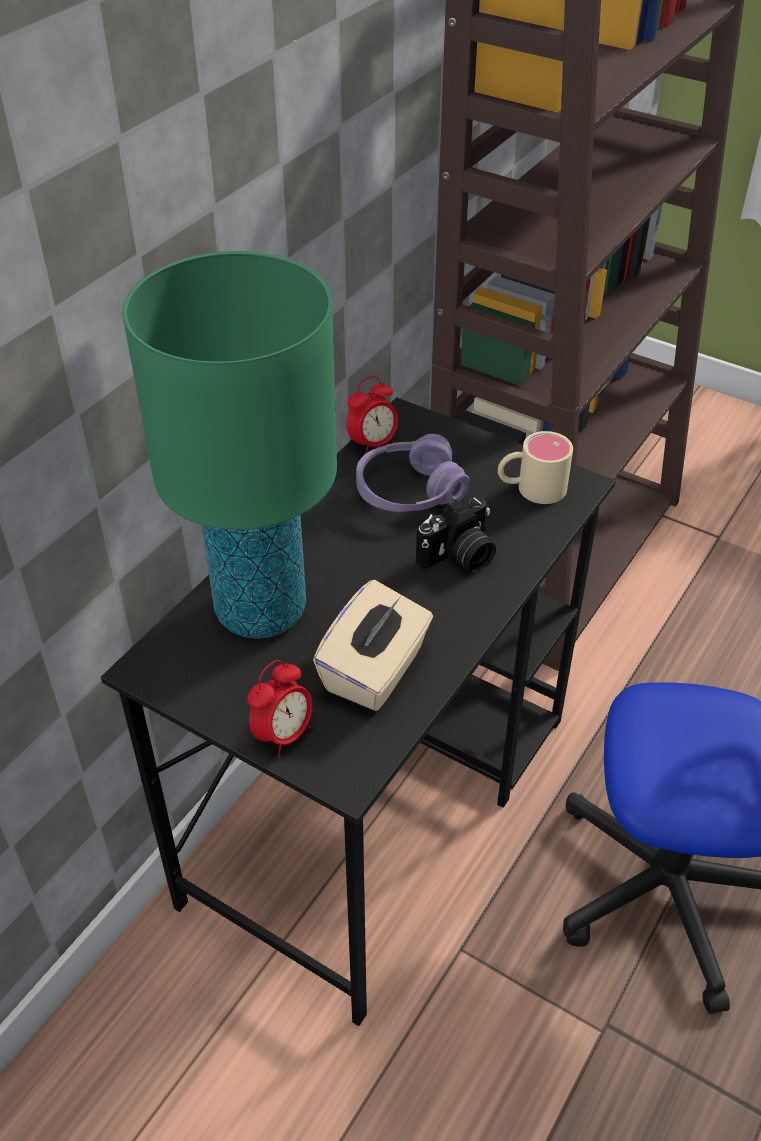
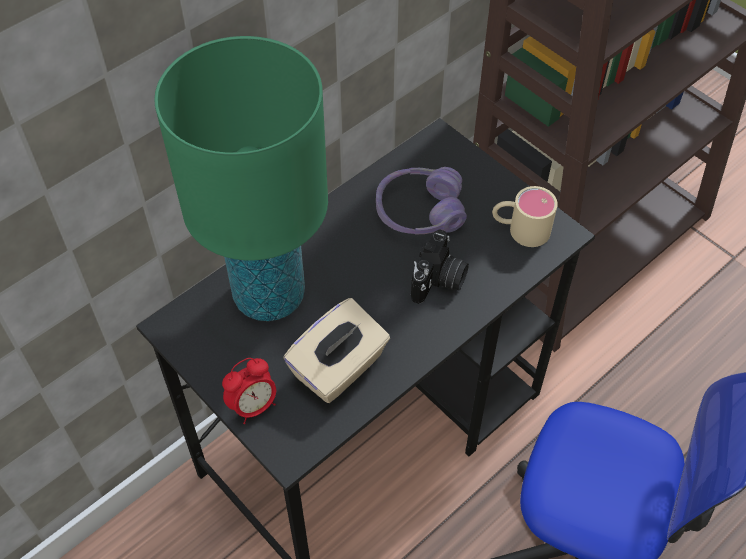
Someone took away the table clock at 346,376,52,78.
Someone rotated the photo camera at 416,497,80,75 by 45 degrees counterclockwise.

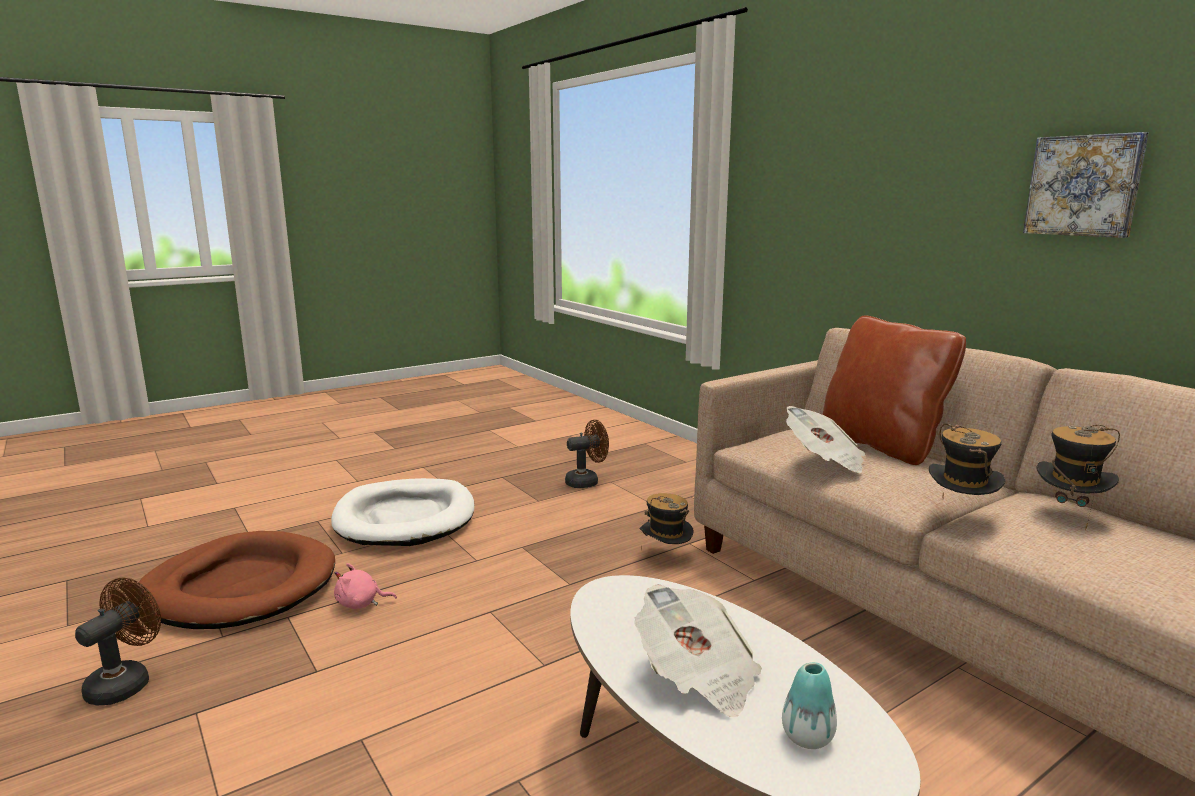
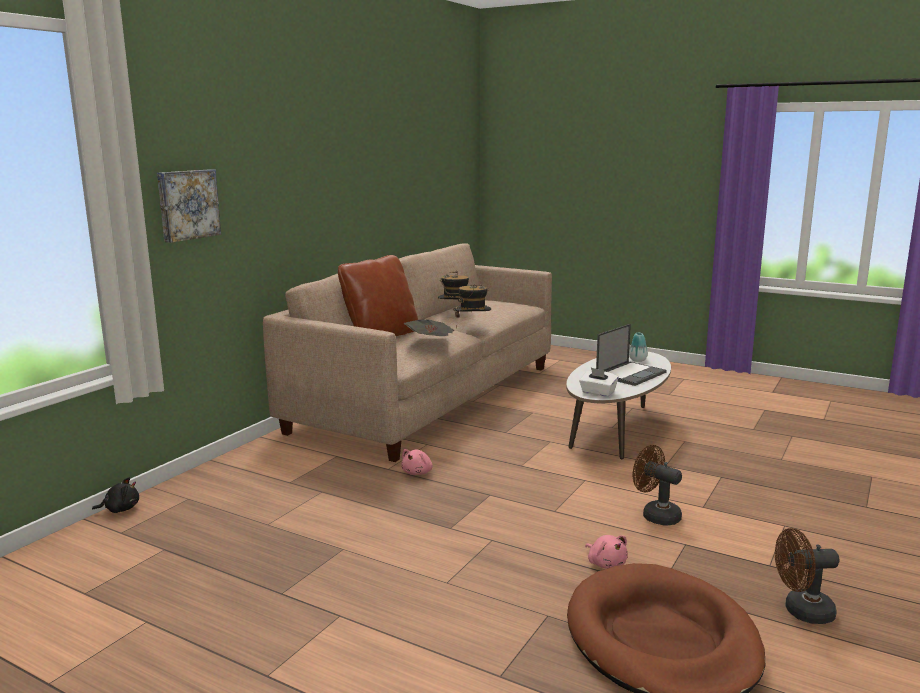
Someone took away the dog bed (white-coloured) at 331,478,143,68.
Someone carried the fan (brown-coloured) from 565,420,44,68 to 633,445,49,80.
Someone swapped the daily paper at 635,584,127,133 for the laptop at 596,324,70,62.
Someone swapped the clothing hat at 639,493,55,57 for the cuddly toy (pinkish) at 401,449,32,26.
Someone carried the wall picture from 1023,132,126,106 to 157,169,64,74.
Someone put down the cuddly toy (black) at 92,477,47,36.
Someone put down the tissue box (white-coloured) at 579,368,39,29.

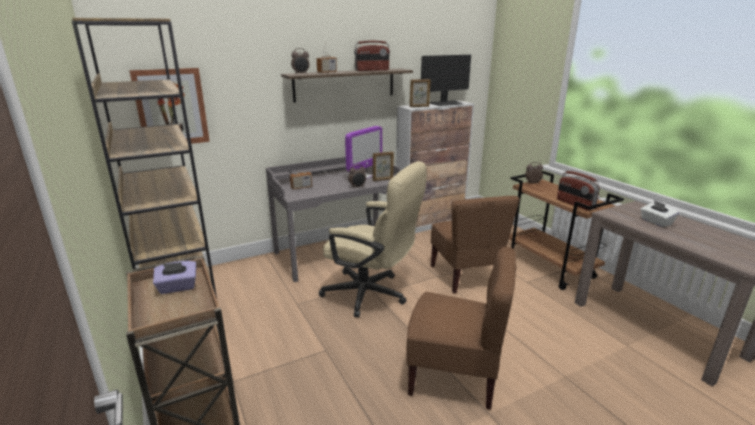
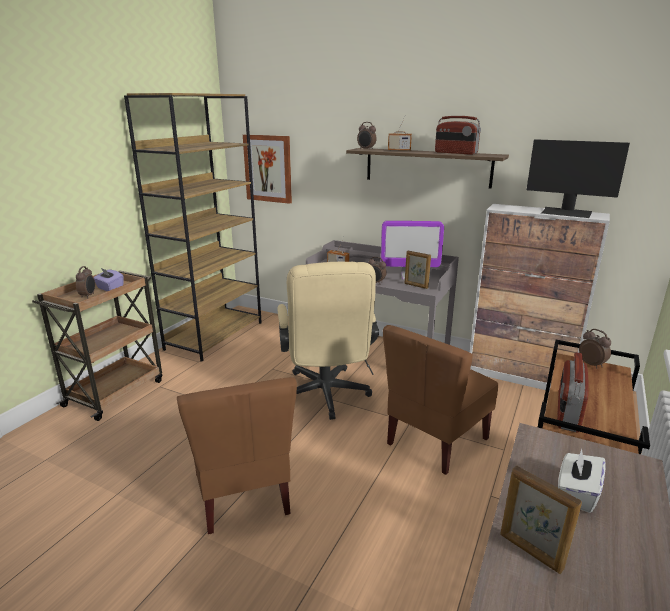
Someone carried the photo frame from 410,79,21,28 to 500,466,82,108.
Someone put down the table clock at 76,266,19,33.

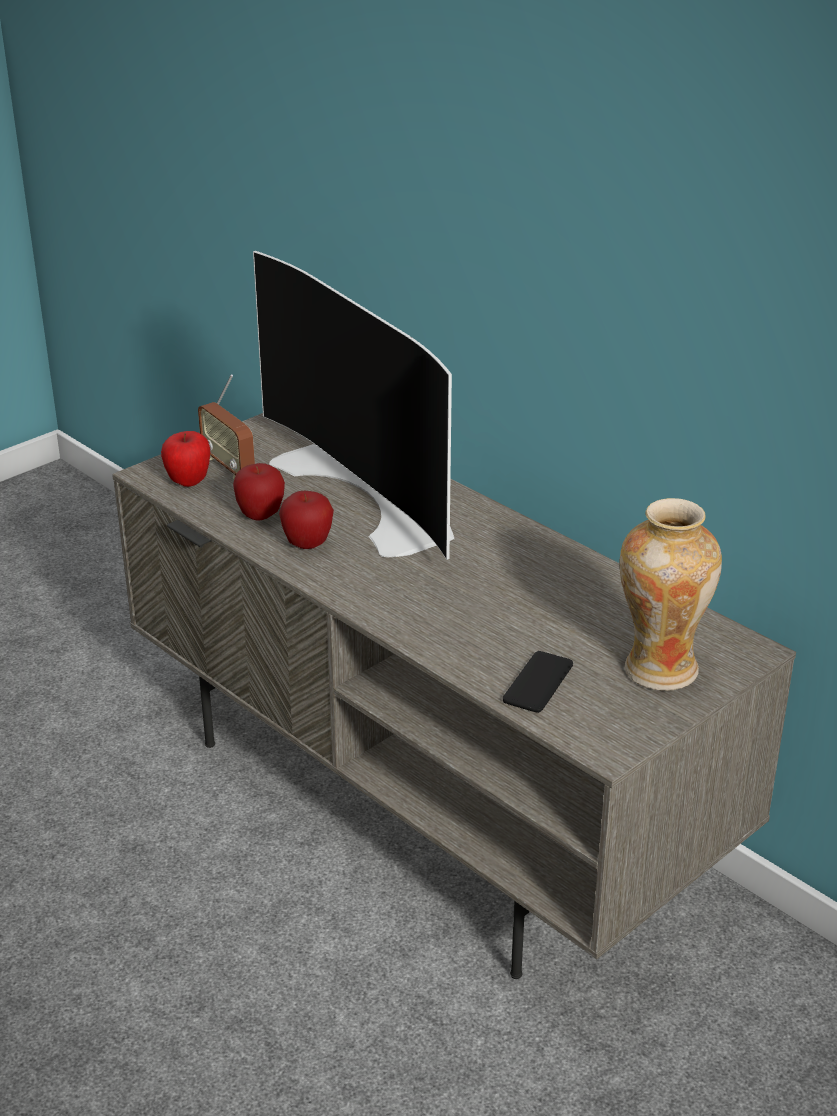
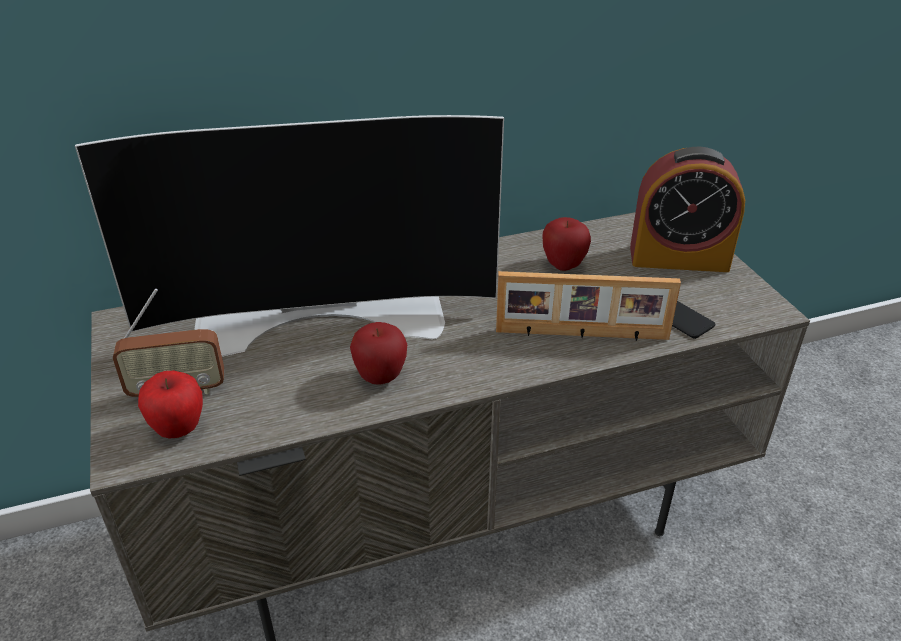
Someone carried the whole apple from 233,463,52,57 to 542,217,49,54.
Someone swapped the decorative vase at 620,498,102,193 for the table clock at 630,146,115,126.
Someone put down the photo frame at 496,271,185,70.

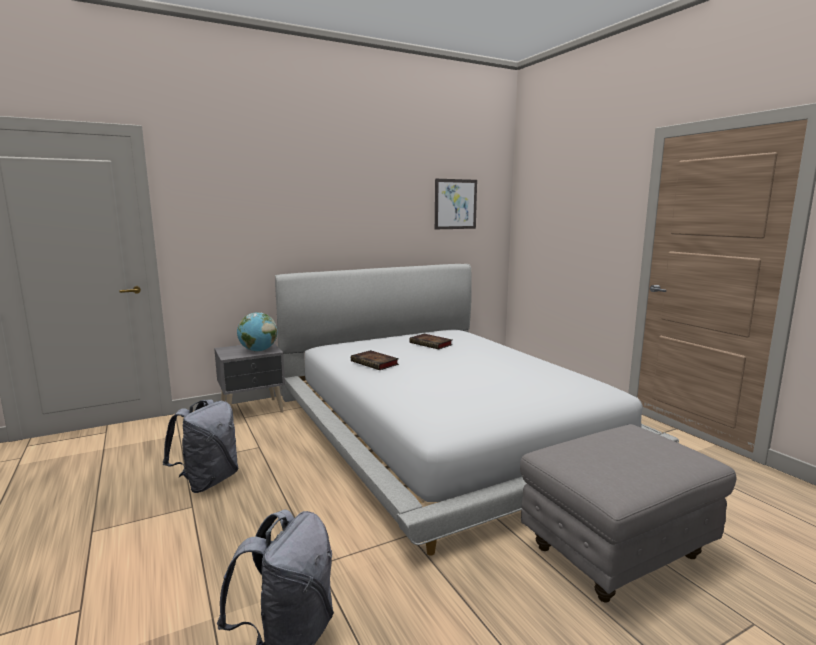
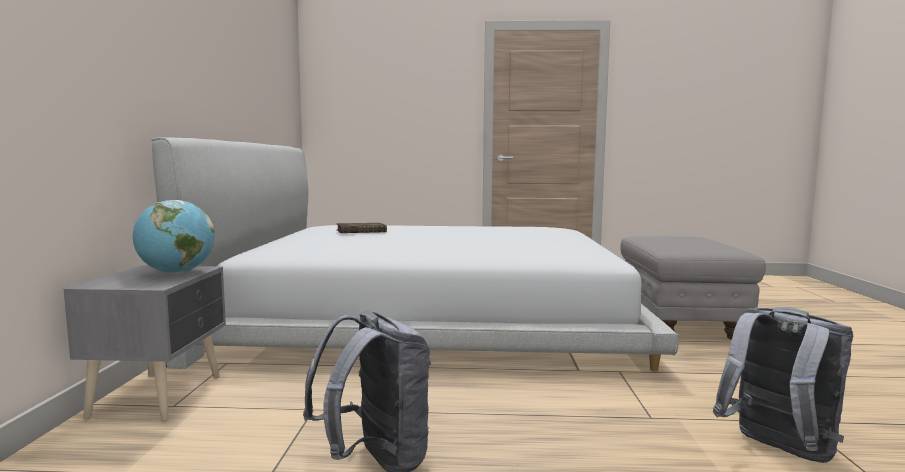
Someone took away the bound book at 351,350,48,20.
Someone took away the wall picture at 435,179,42,50.

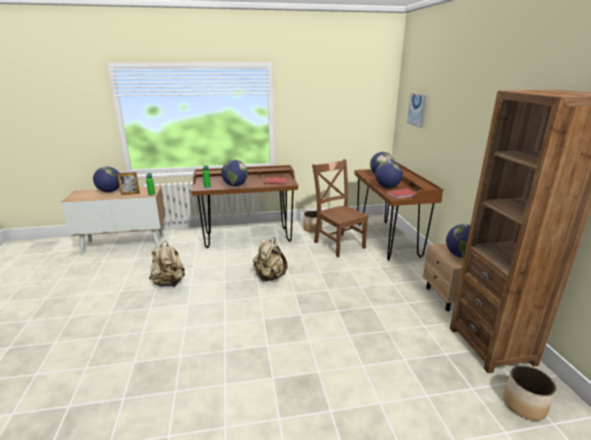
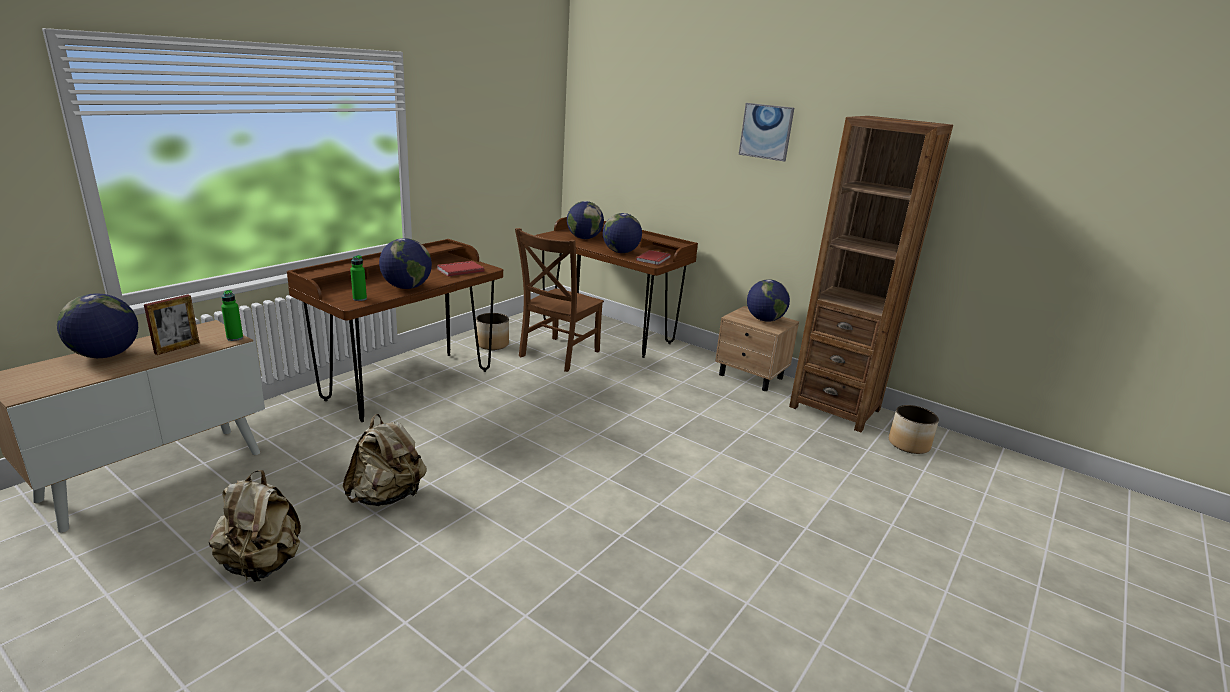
Someone carried the backpack (sand-coloured) from 253,238,34,44 to 209,470,92,112.
Someone rotated the upright chair (brown-coloured) at 312,159,57,98 by 75 degrees counterclockwise.
Someone carried the wall picture from 407,93,20,35 to 739,103,55,58.

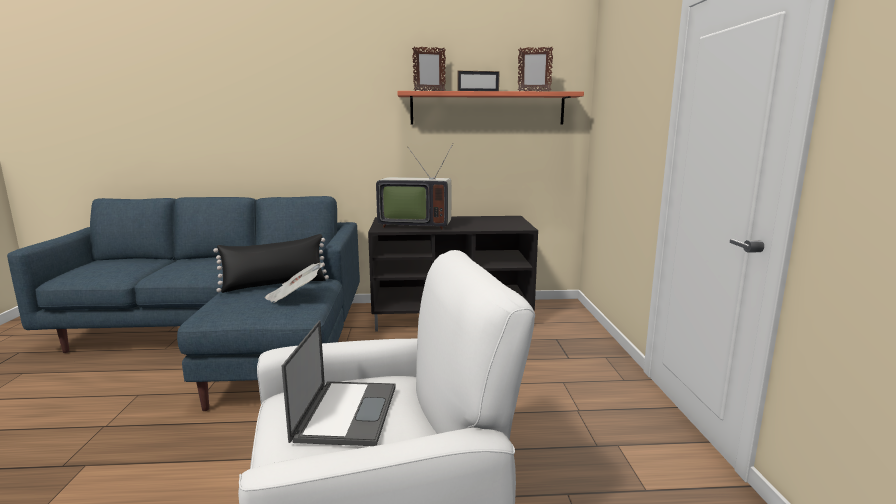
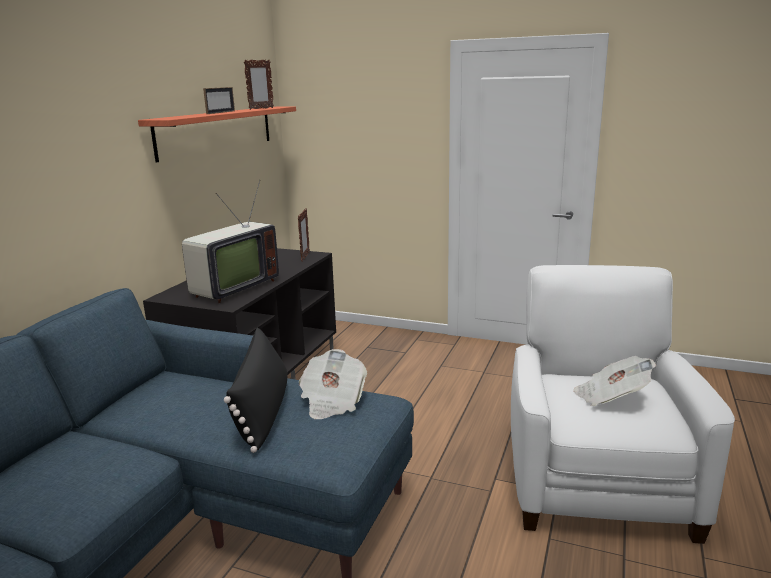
Someone swapped the laptop at 282,321,114,125 for the daily paper at 573,356,83,50.
Someone carried the photo frame from 412,47,34,44 to 298,208,12,54.

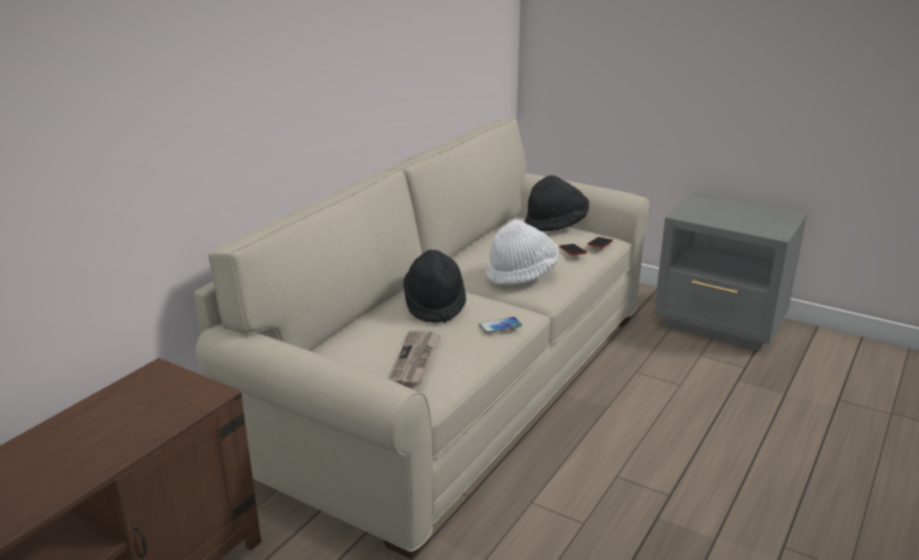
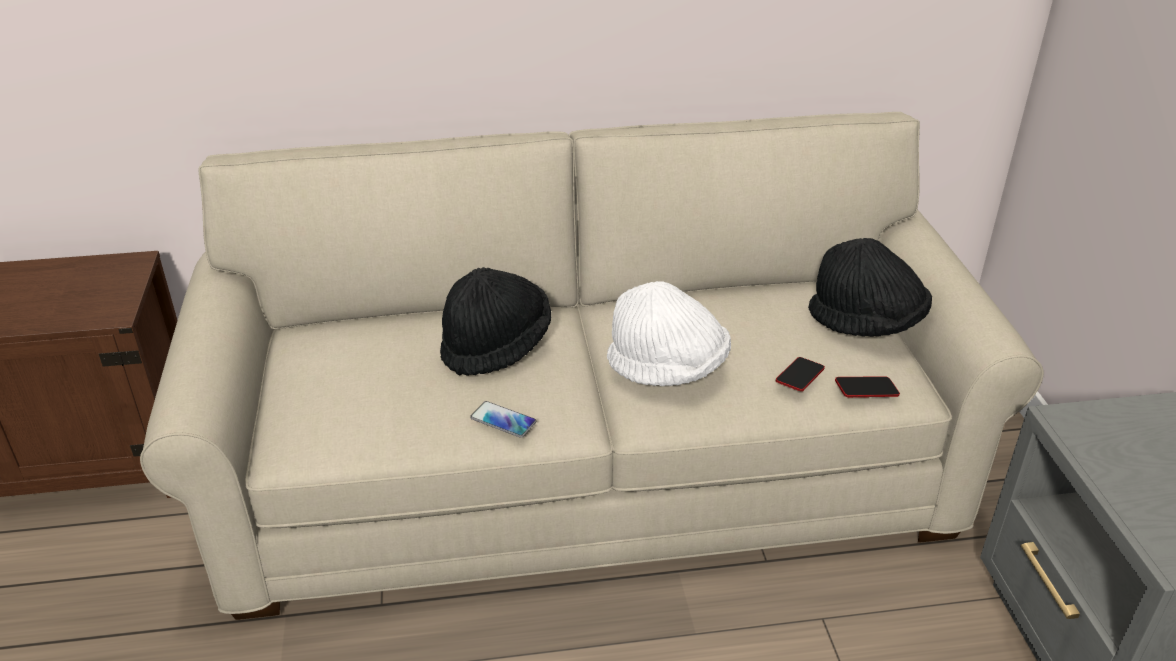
Someone took away the daily paper at 390,330,51,57.

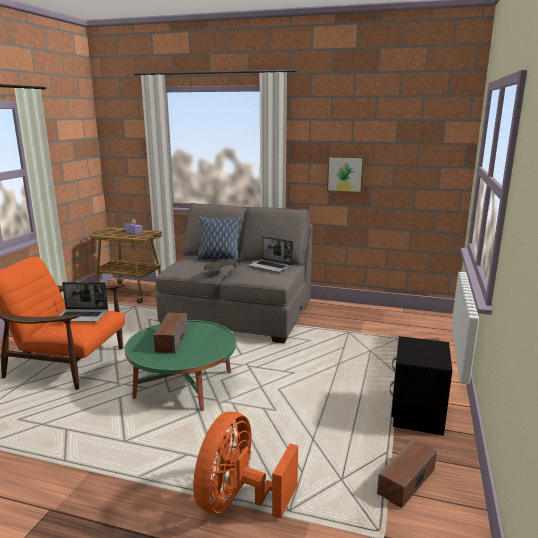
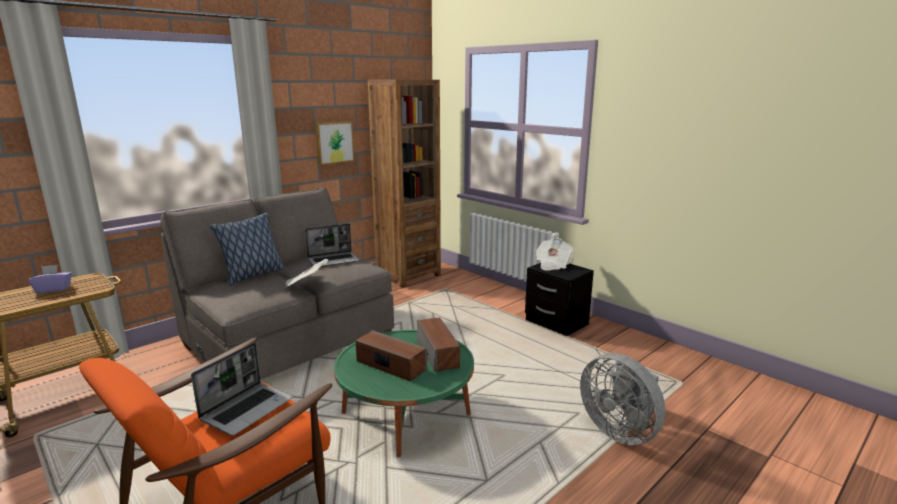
Someone repainted the fan (orange-coloured) at 193,412,105,106, which became the fan (grey) at 580,353,86,92.
Someone carried the loudspeaker from 377,438,60,70 to 417,317,43,55.
Someone put down the bookcase (brown-coloured) at 368,80,73,208.
Someone put down the daily paper at 535,238,39,33.

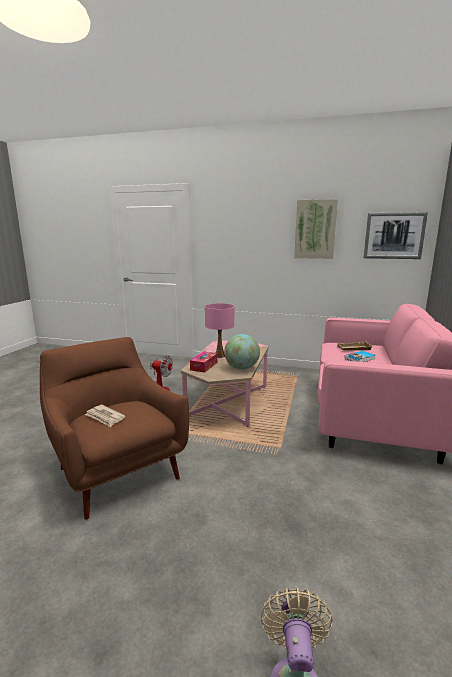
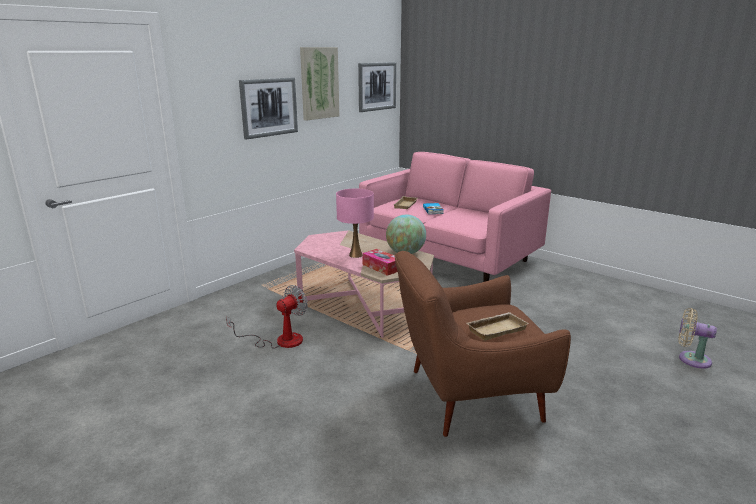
Someone swapped the daily paper at 85,405,41,22 for the carrying tray (sand-coloured) at 467,312,62,29.
Someone put up the wall picture at 239,78,59,62.

